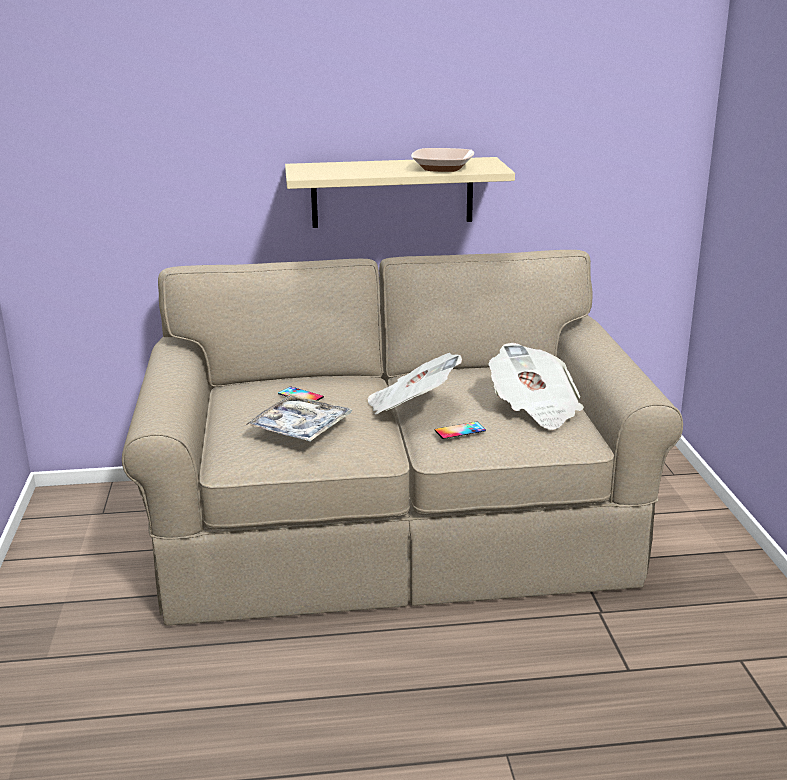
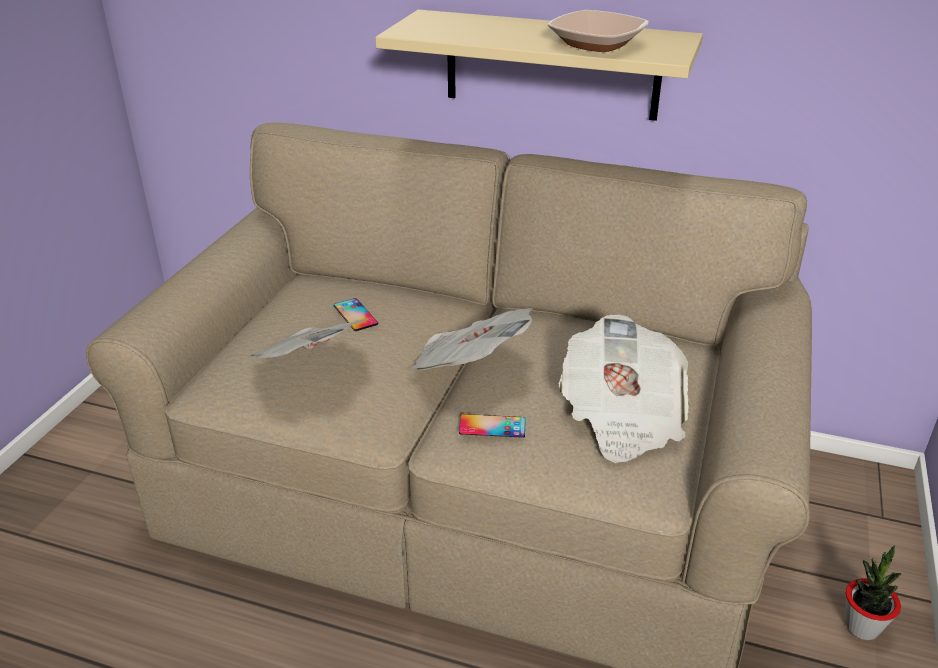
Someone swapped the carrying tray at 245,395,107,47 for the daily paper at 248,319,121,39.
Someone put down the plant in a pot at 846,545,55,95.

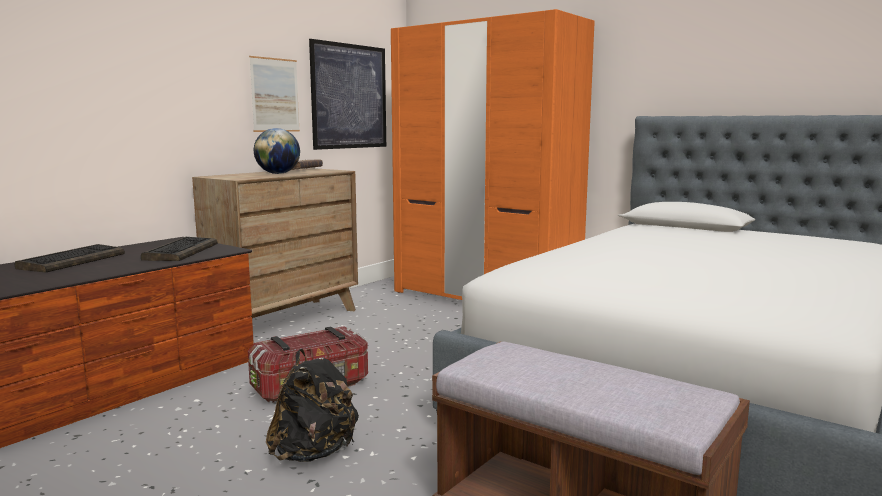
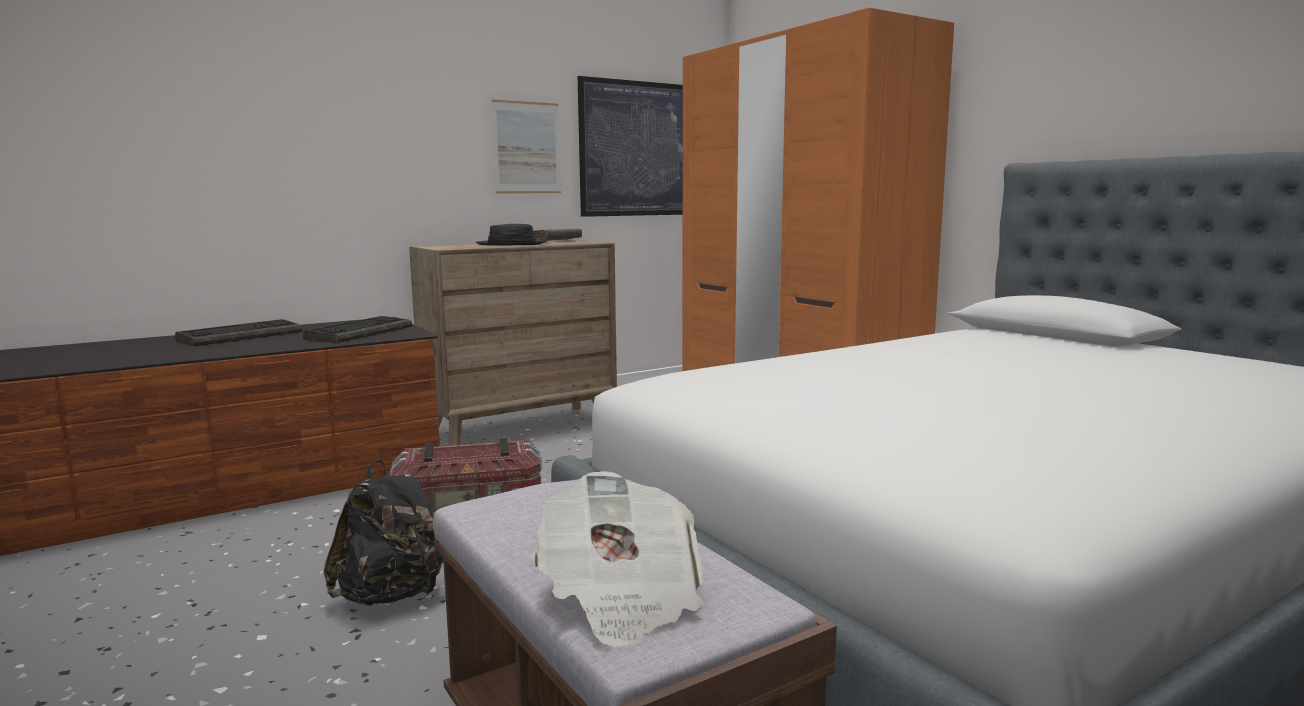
Someone swapped the world globe at 254,128,46,46 for the clothing hat (black) at 476,224,71,22.
Someone put down the daily paper at 533,471,170,176.

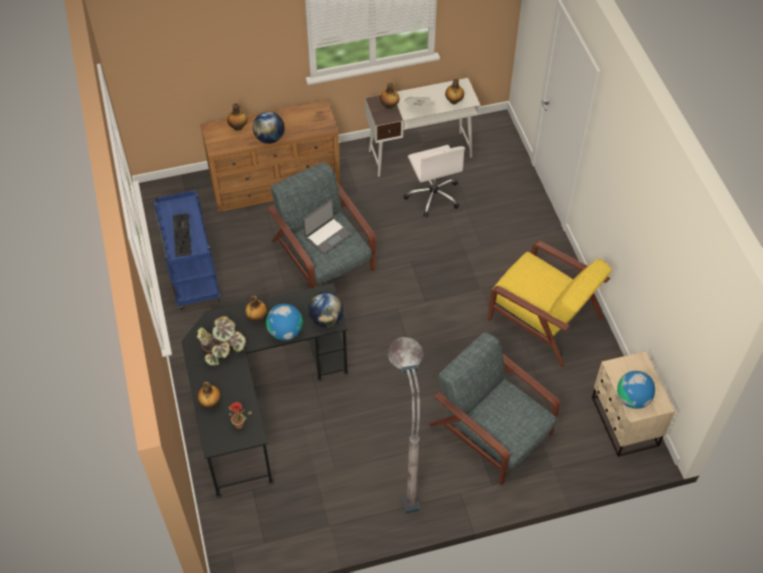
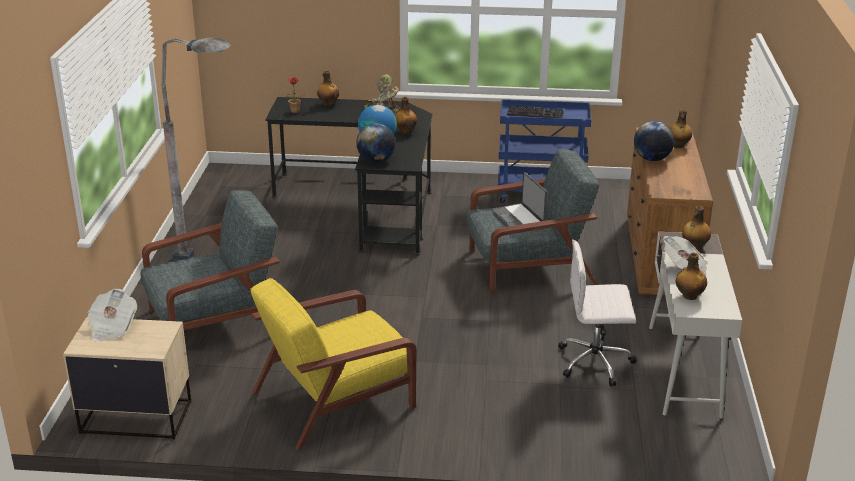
Someone swapped the world globe at 617,371,38,38 for the daily paper at 87,289,51,53.

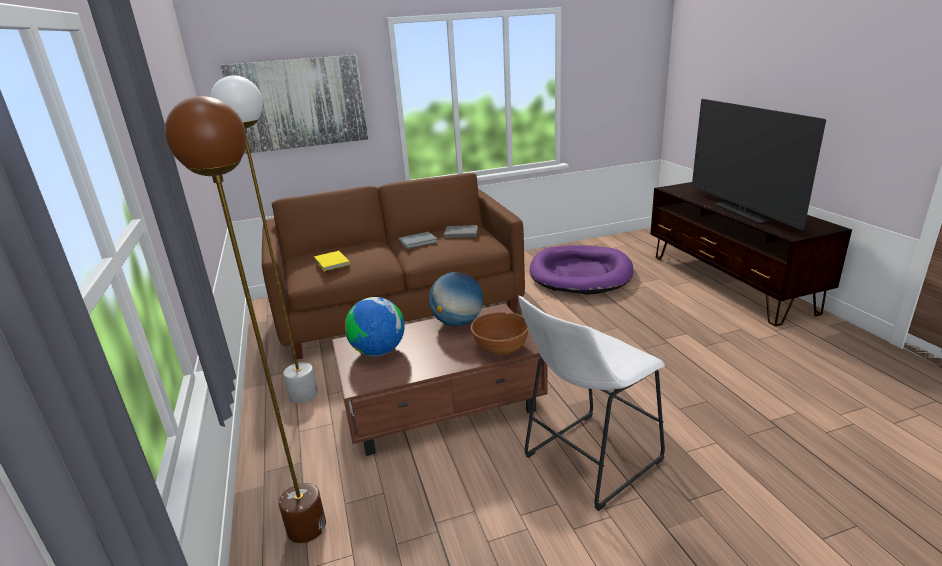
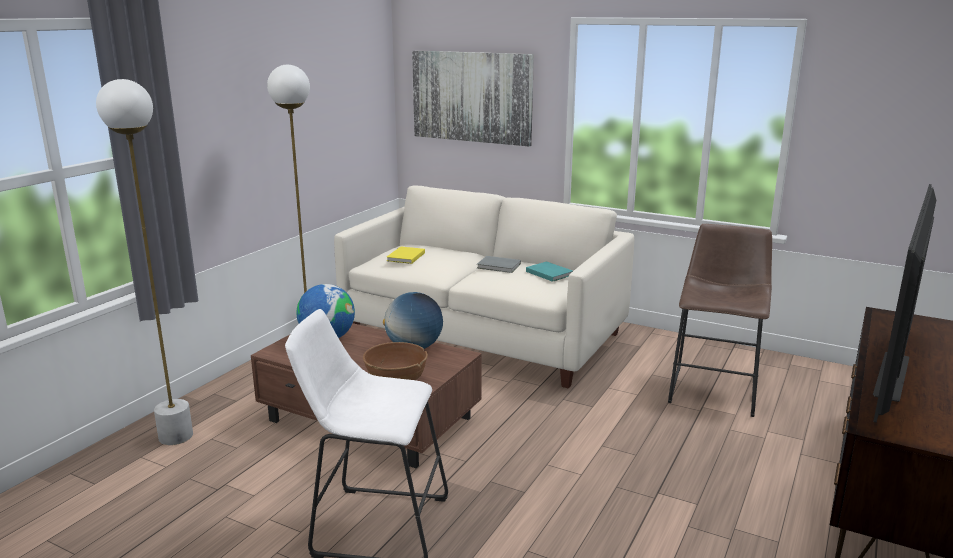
Someone repainted the standard lamp (brown-coloured) at 165,96,161,447, which became the standard lamp (white-coloured) at 96,79,97,366.
Someone repainted the couch (brown-coloured) at 262,173,263,186, which became the couch (white-coloured) at 334,185,300,203.
Someone repainted the bound book (grey) at 444,225,34,13, which became the bound book (turquoise-coloured) at 526,261,47,21.
Someone swapped the dog bed (purplish) at 530,245,104,50 for the stool seat (brown-coloured) at 668,224,104,193.

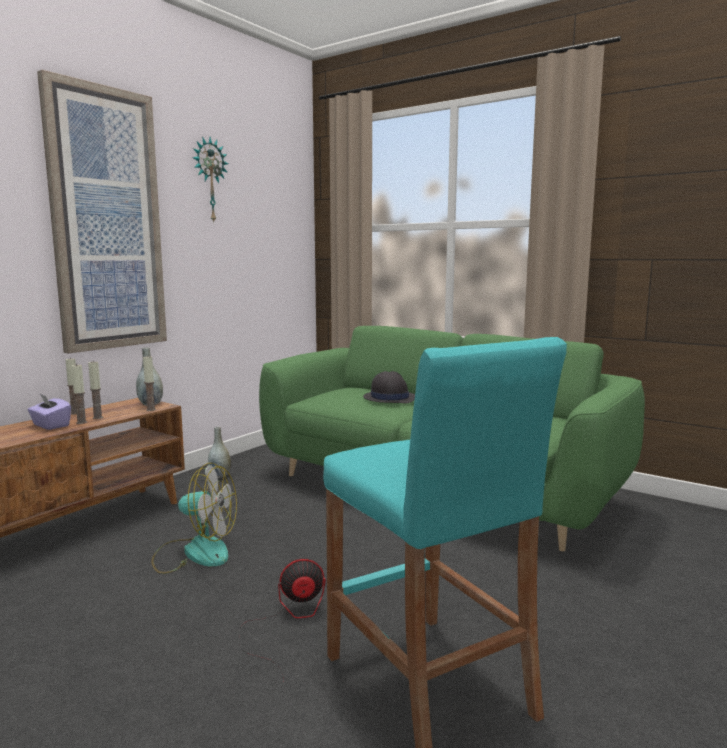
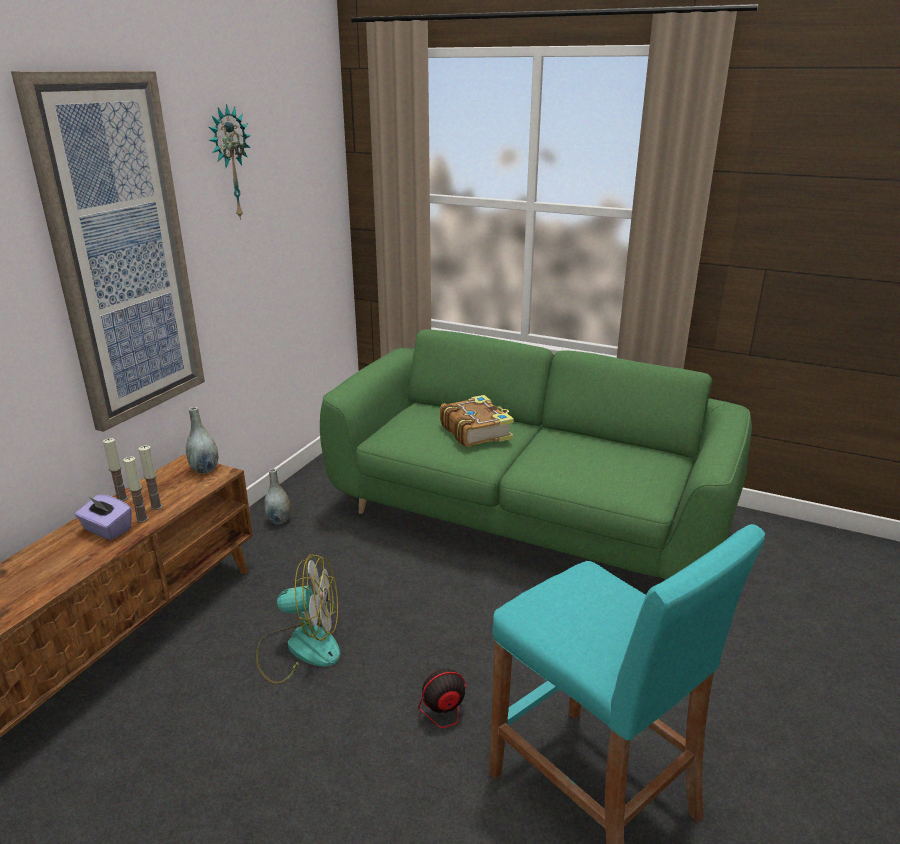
Someone took away the candle at 143,355,13,56.
Someone swapped the clothing hat (black) at 363,371,52,32 for the bound book at 440,395,74,52.

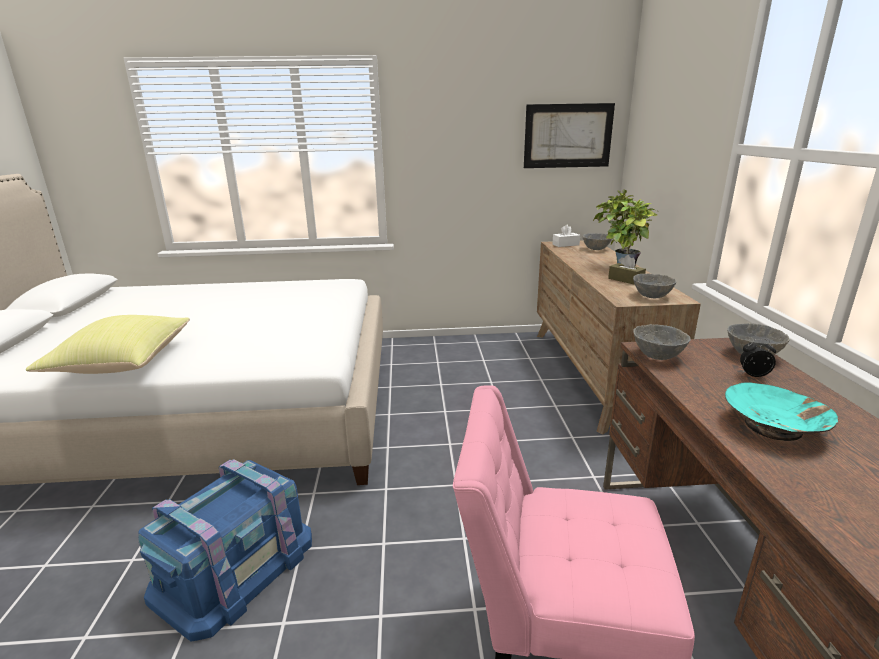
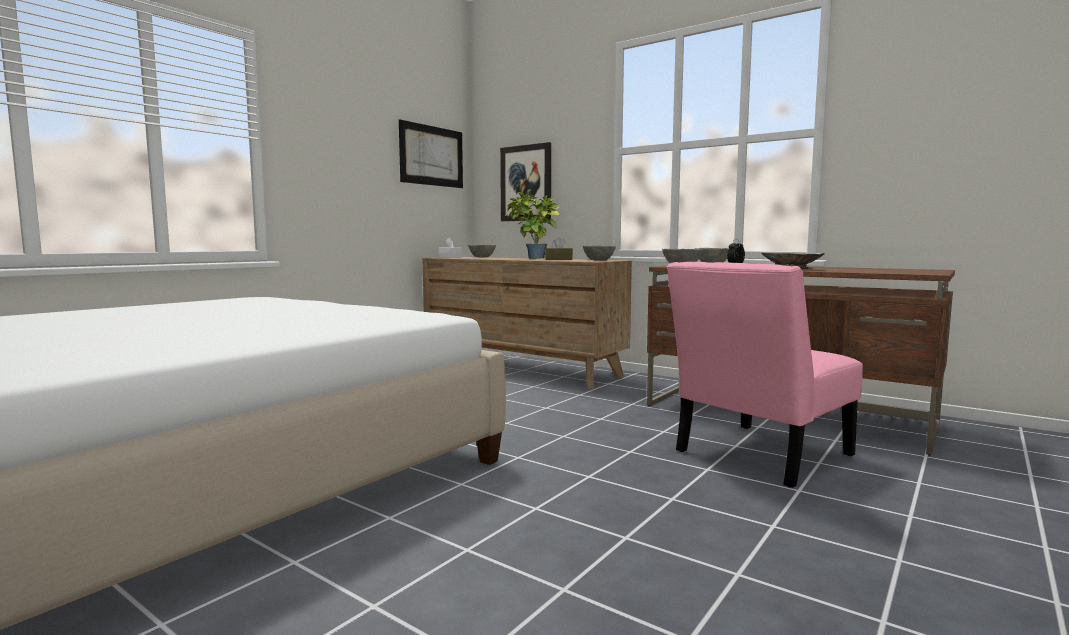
Someone took away the pillow (yellow) at 26,315,164,59.
Someone took away the storage container (blue) at 138,459,174,183.
Someone put up the wall picture at 500,142,51,79.

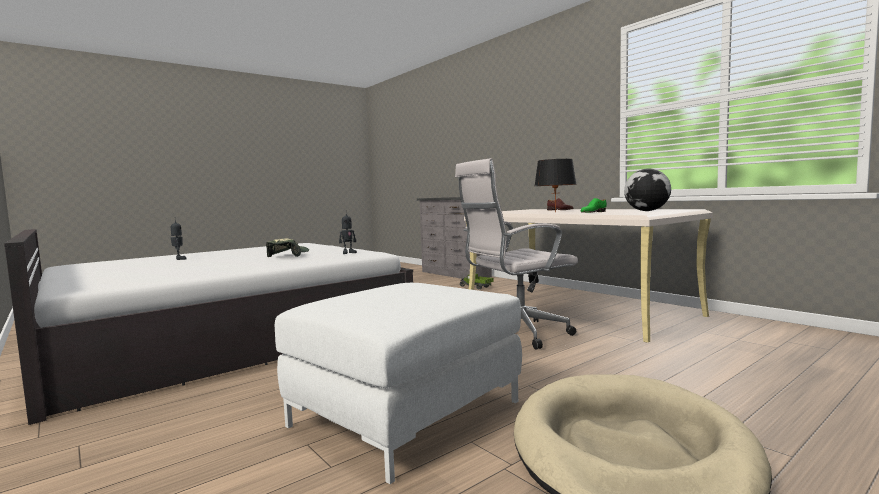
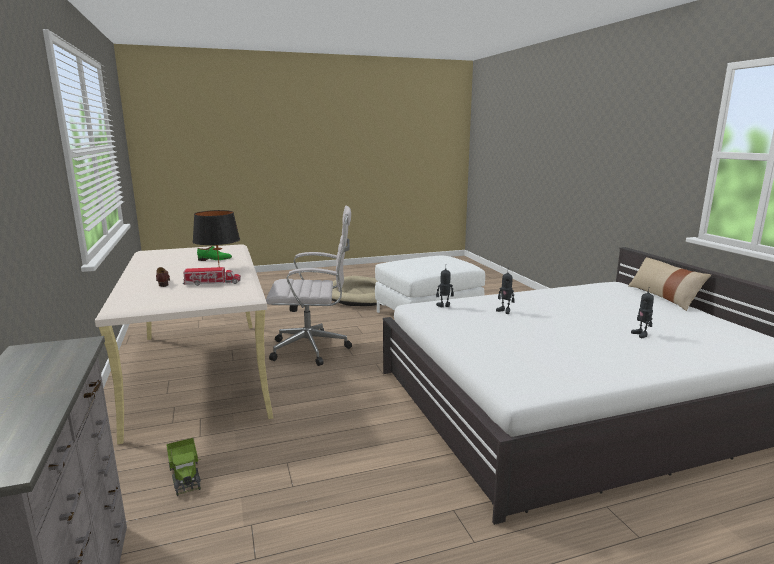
Someone swapped the cap at 266,239,43,18 for the robot figure at 496,272,19,42.
Someone took away the world globe at 624,168,47,43.
Someone put down the toy lorry at 183,267,58,19.
Someone put down the pillow (sand-coloured) at 628,257,83,54.

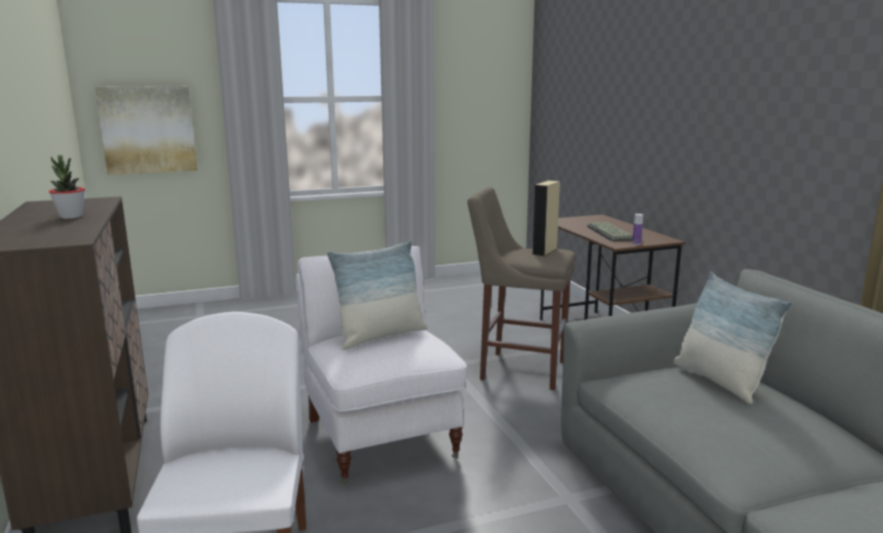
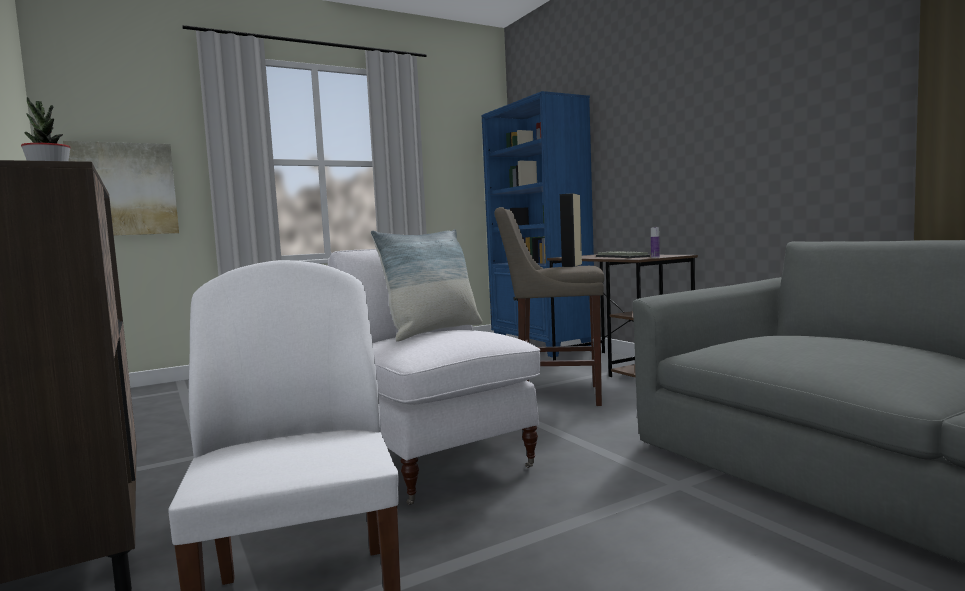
Someone took away the pillow at 673,272,119,132.
Someone put down the bookcase (blue) at 482,91,112,266.

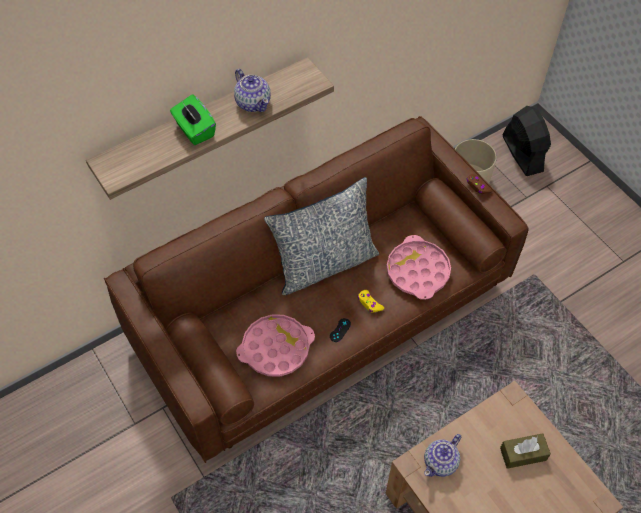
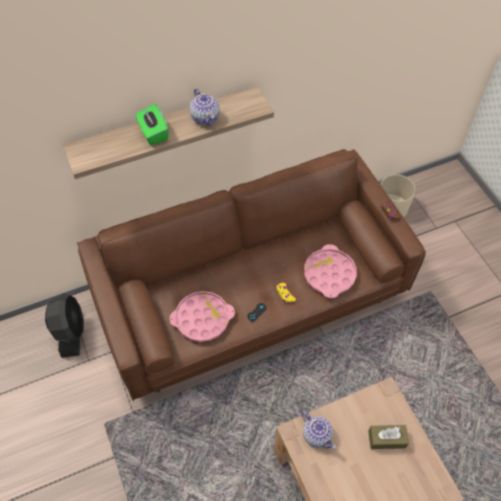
Someone took away the pillow at 264,177,115,118.
Someone rotated the pot for tea at 424,434,37,43 by 90 degrees counterclockwise.
Someone carried the fan (black) from 503,106,48,70 to 45,294,39,64.

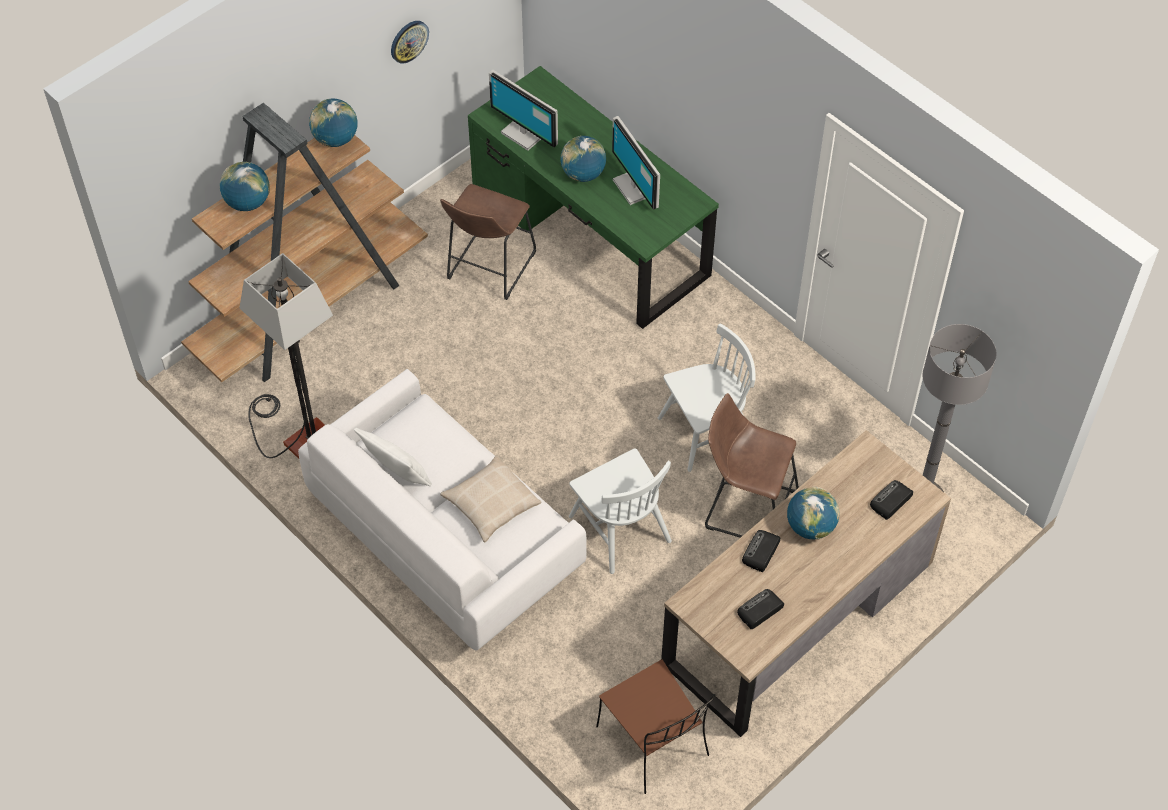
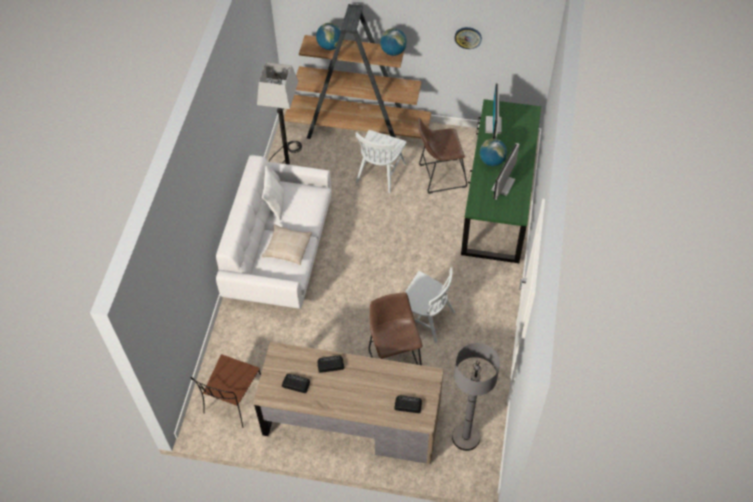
Someone carried the upright chair (white-coloured) from 569,448,103,126 to 356,130,51,63.
Someone took away the world globe at 787,487,52,53.

